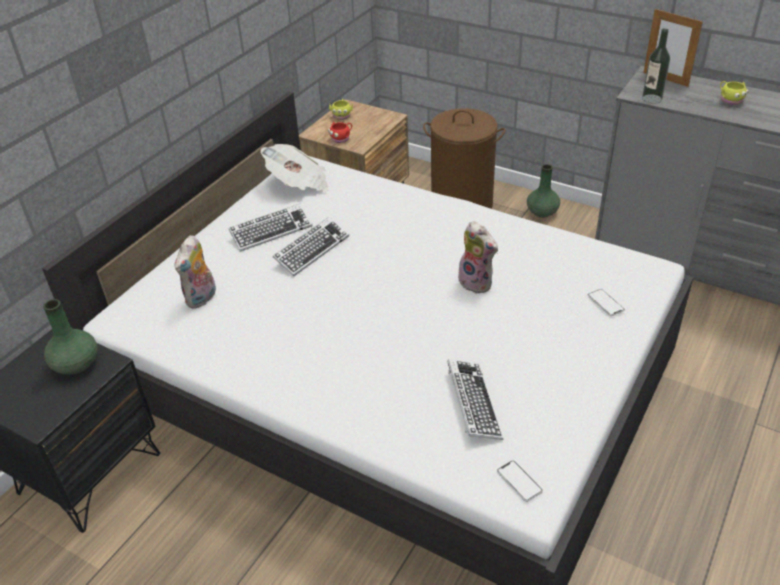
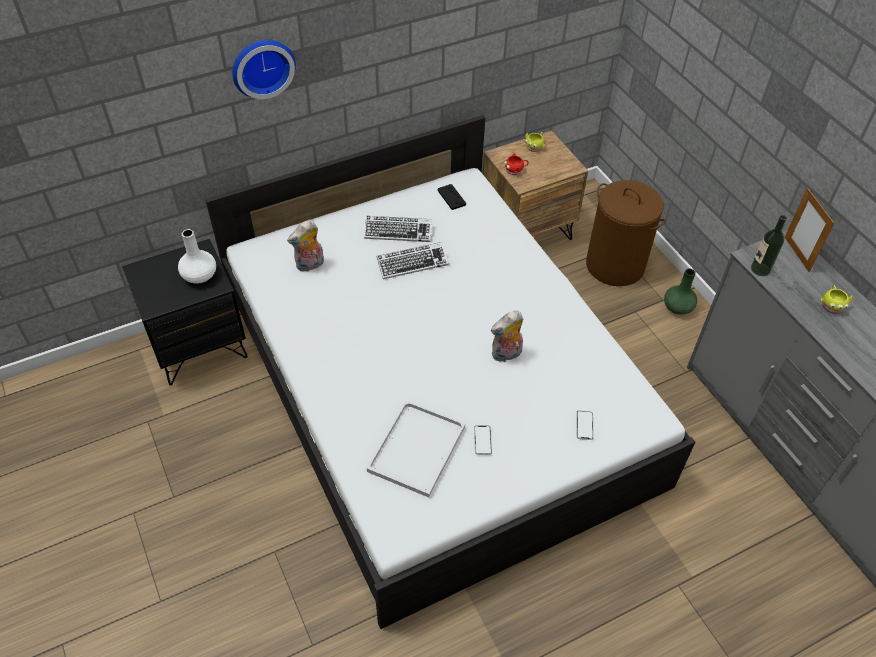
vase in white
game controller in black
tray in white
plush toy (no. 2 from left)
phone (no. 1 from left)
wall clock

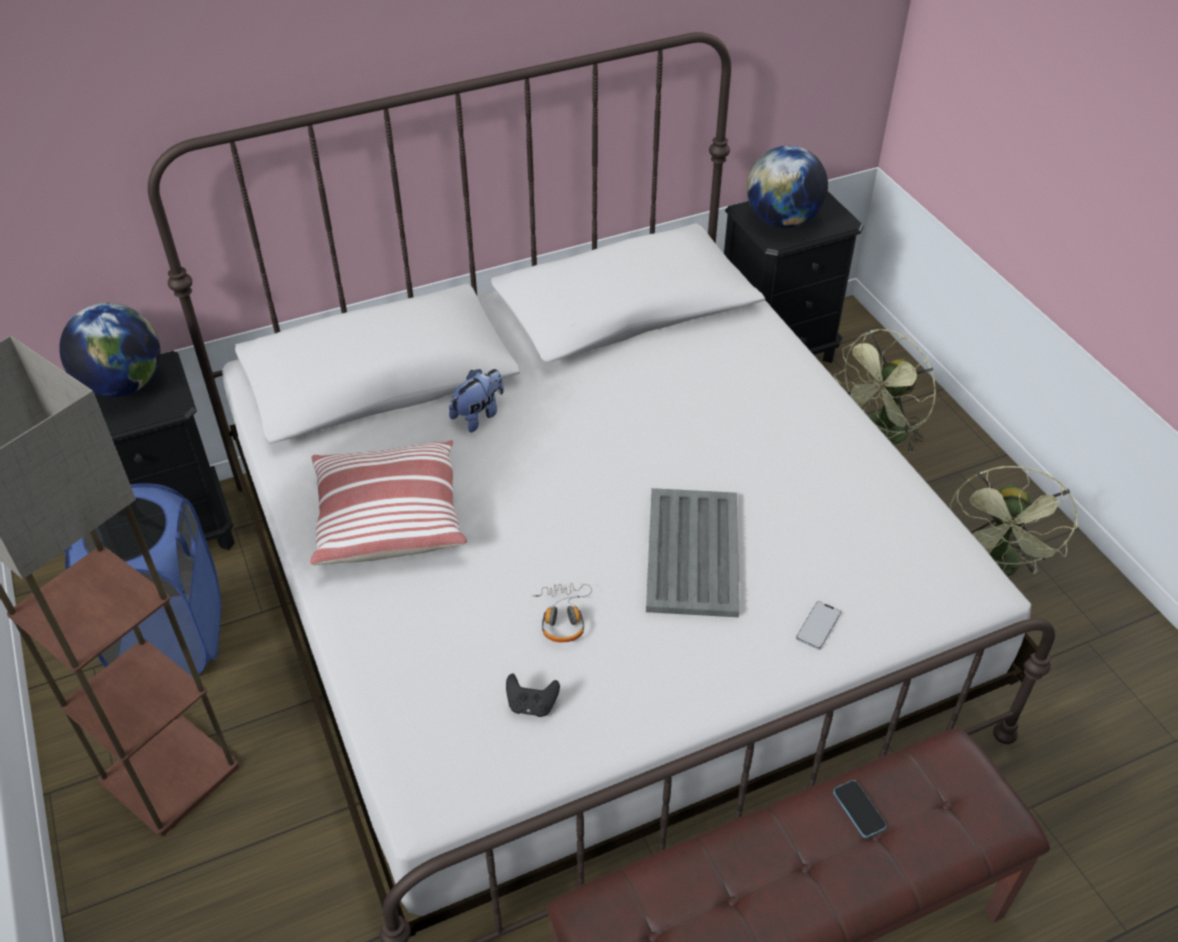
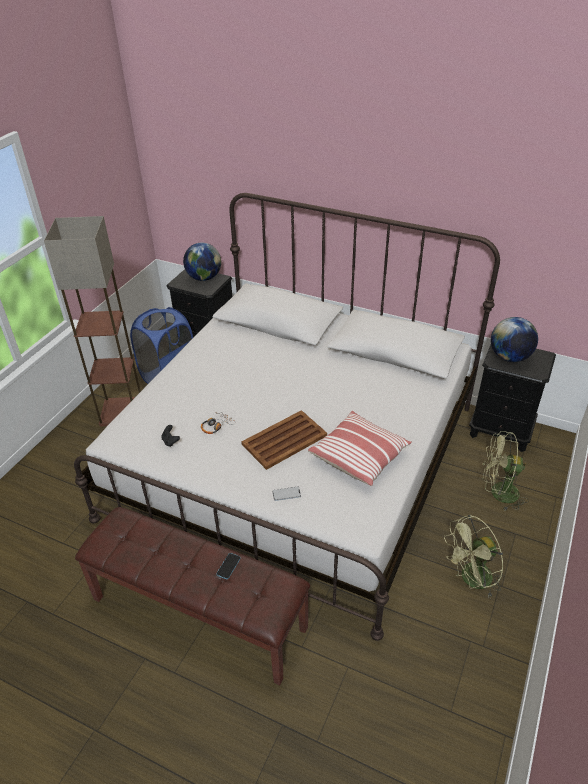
pillow
plush toy
tray in brown

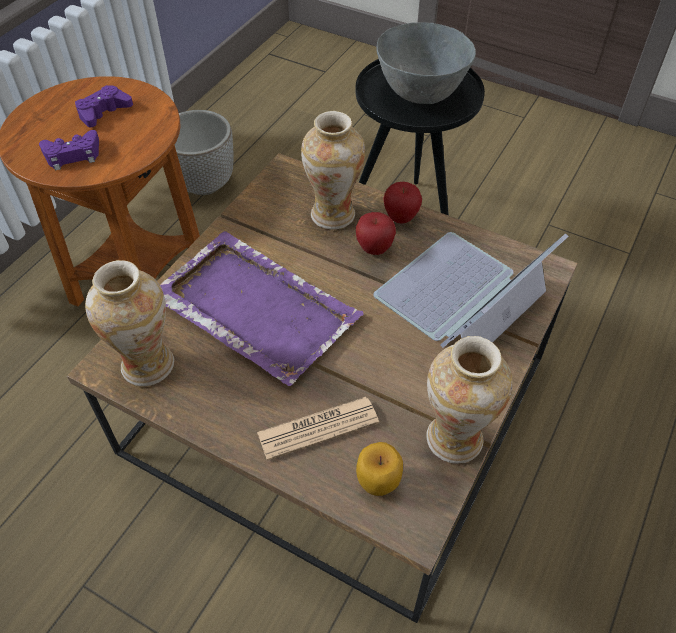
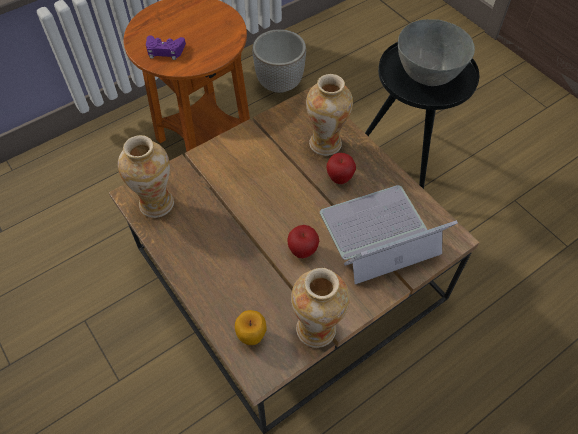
game controller in purple (no. 2 from left in the first image)
tray in purple
newspaper
apple (no. 2 from left)

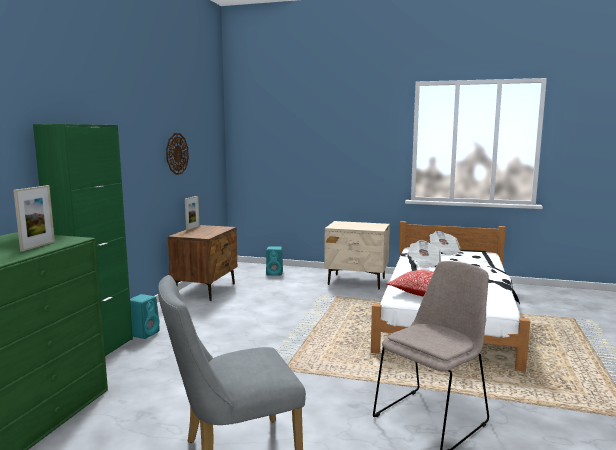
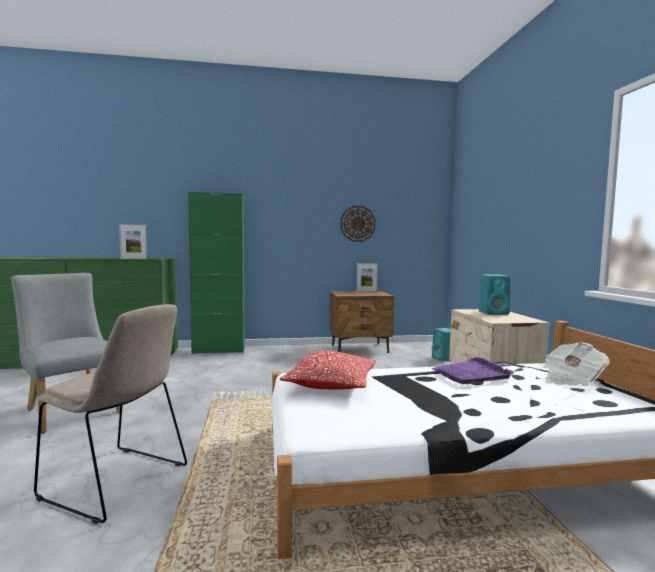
speaker in turquoise (no. 2 from left)
tray in purple

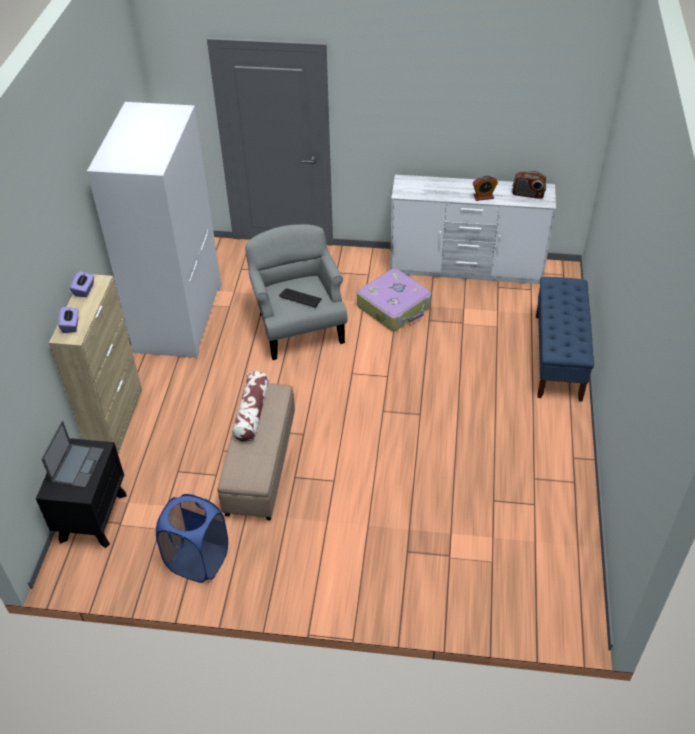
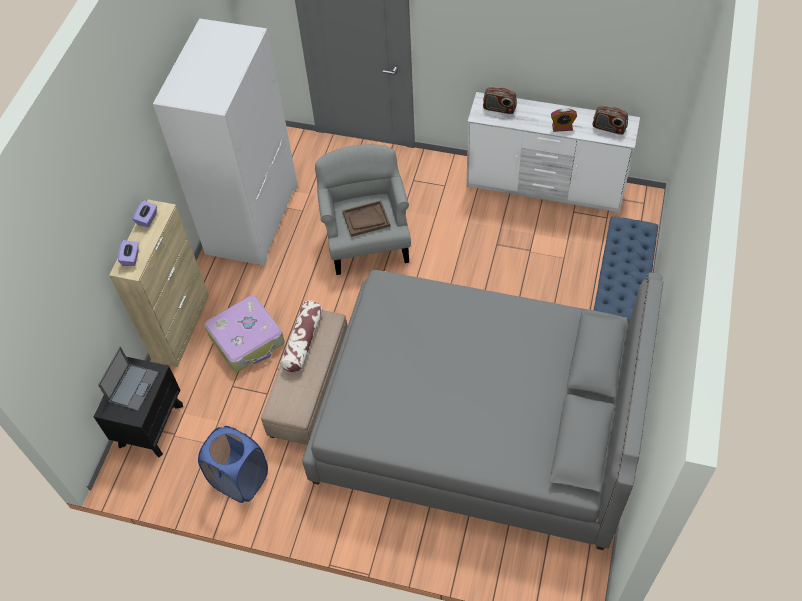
tray in brown
suitcase
bed in grey
radio (no. 1 from left)

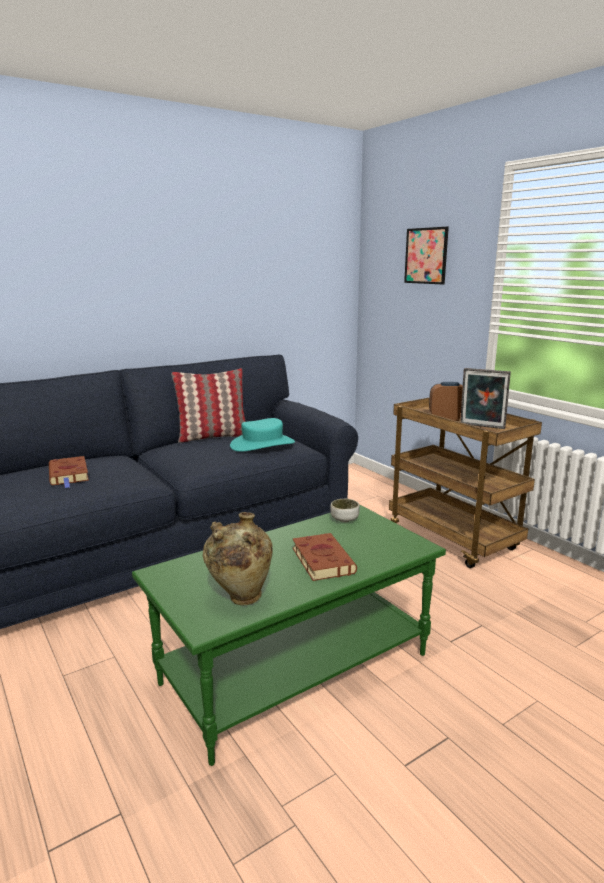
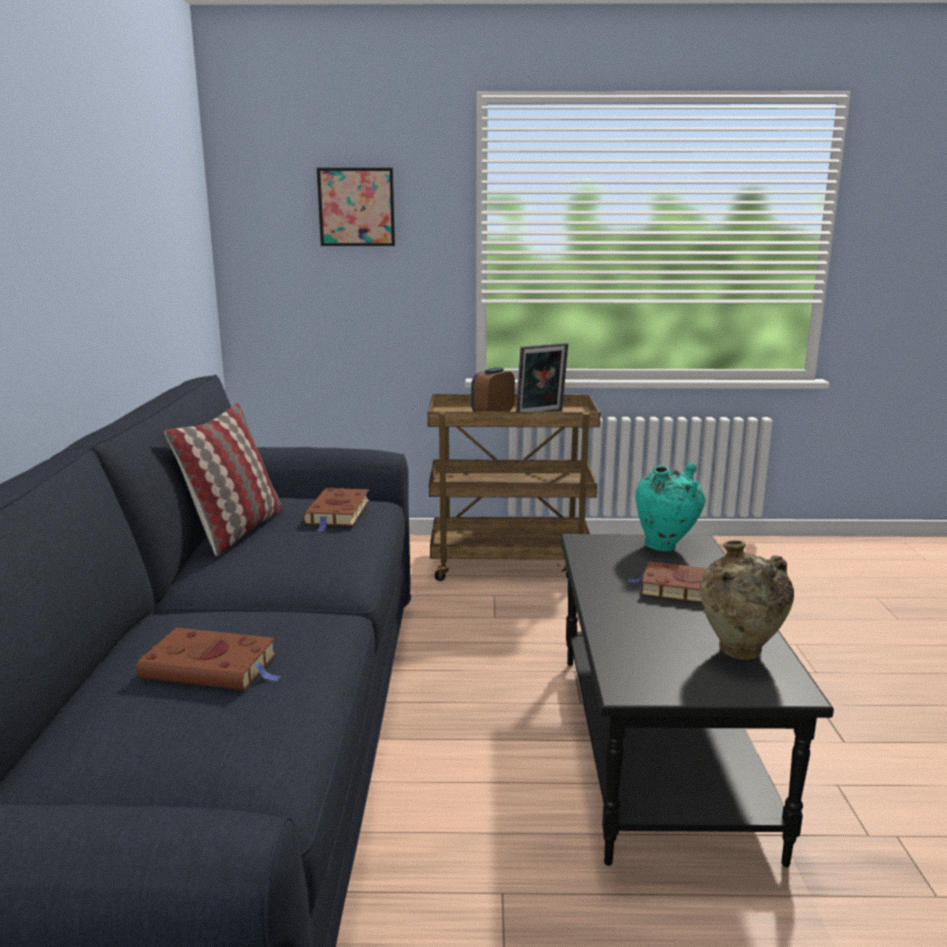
coffee table in black
book in brown (no. 2 from left)
bowl
vase in turquoise

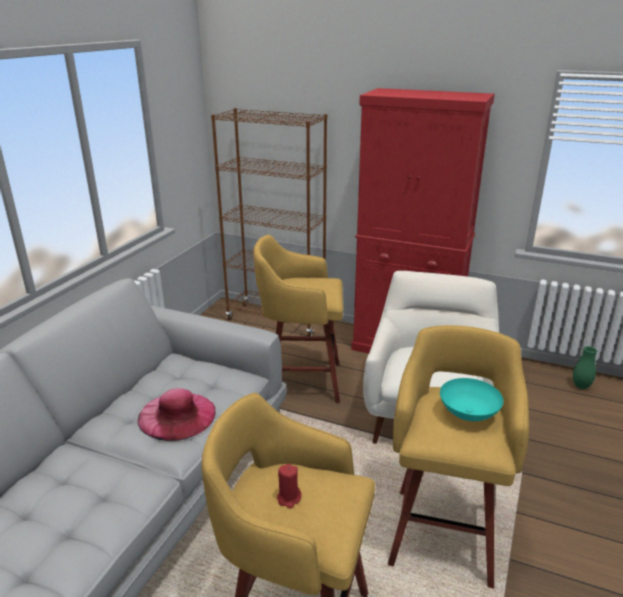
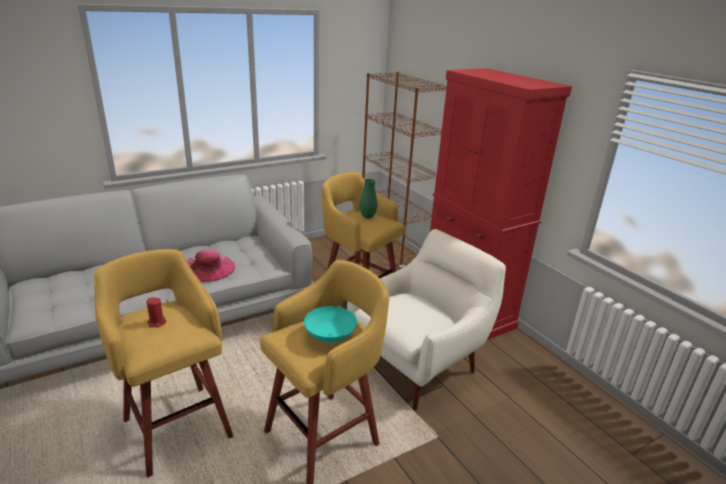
vase in green

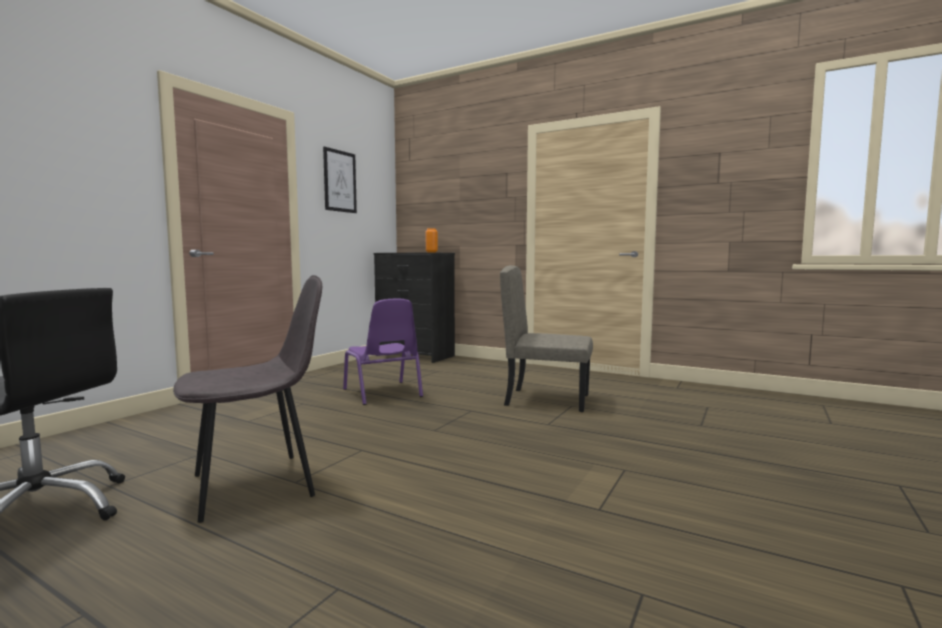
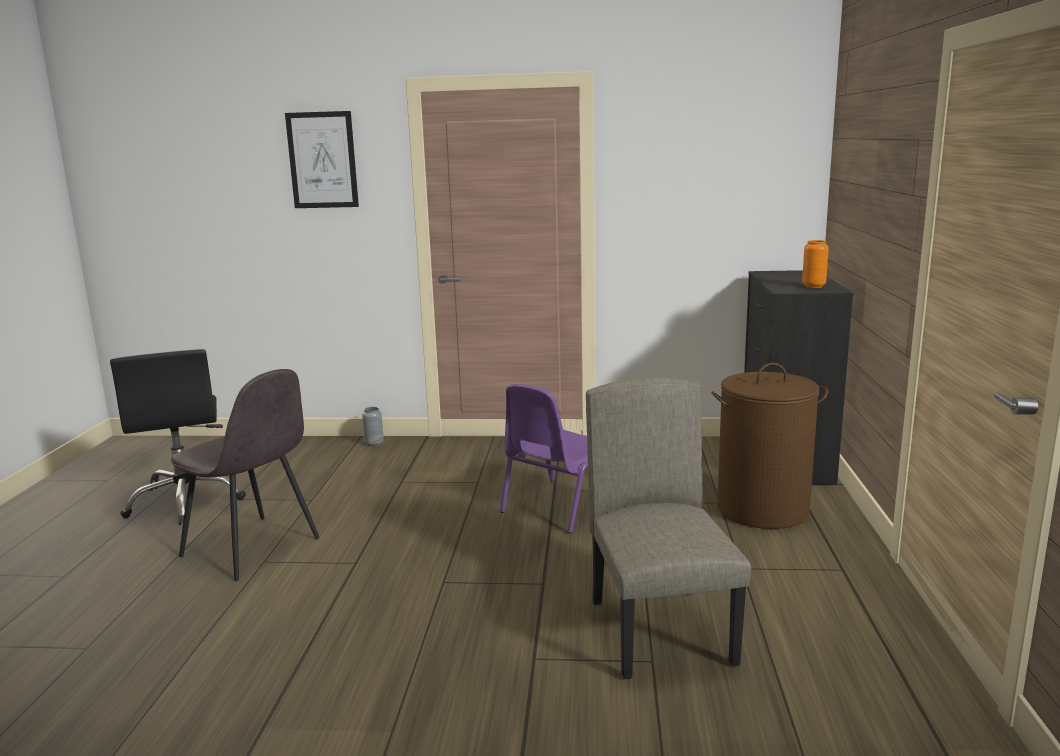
picture
vase in grey
laundry basket in brown

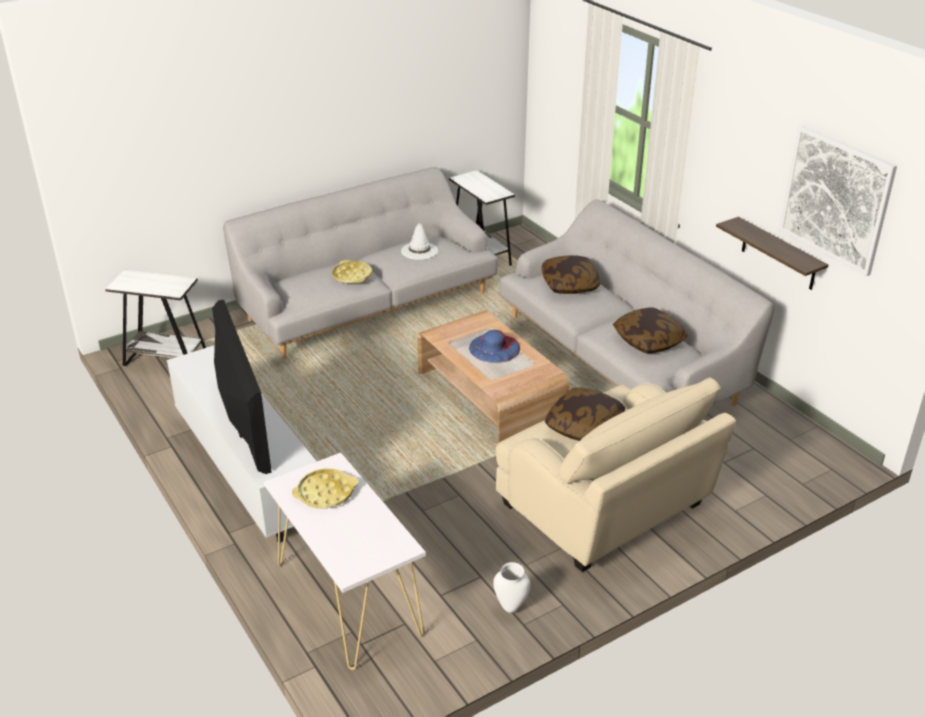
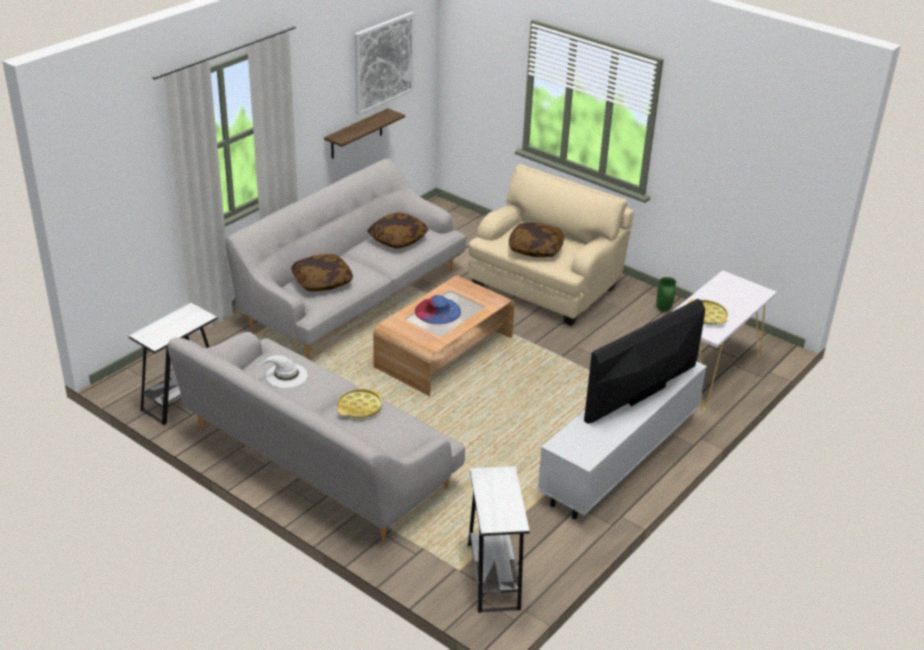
vase in green

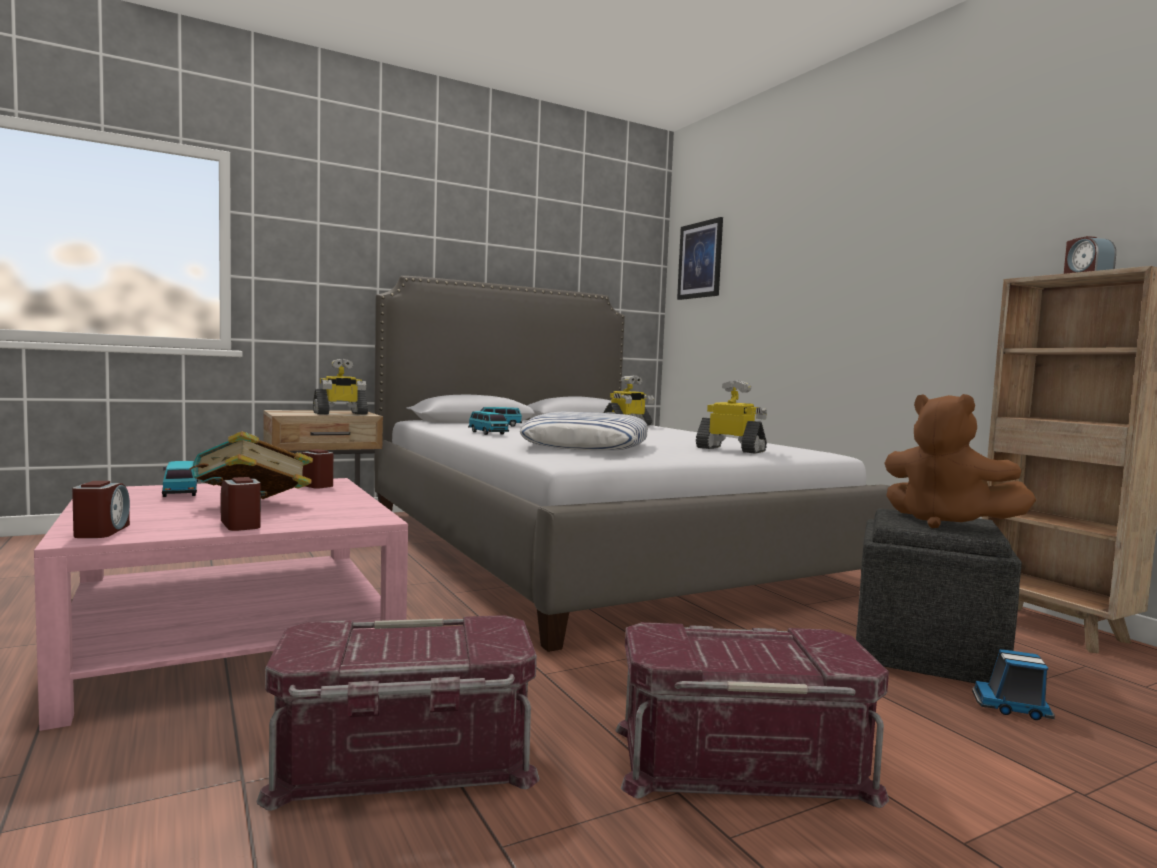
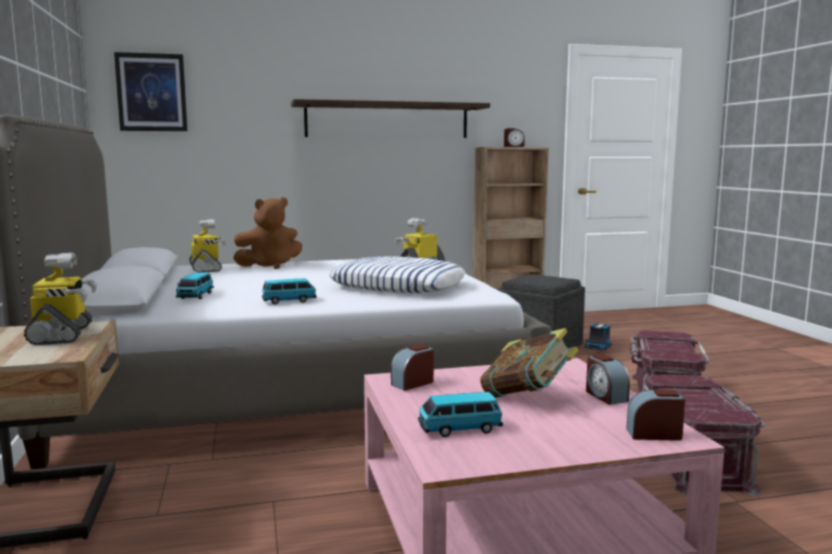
alarm clock (no. 3 from left)
plush toy in brown
shelf

